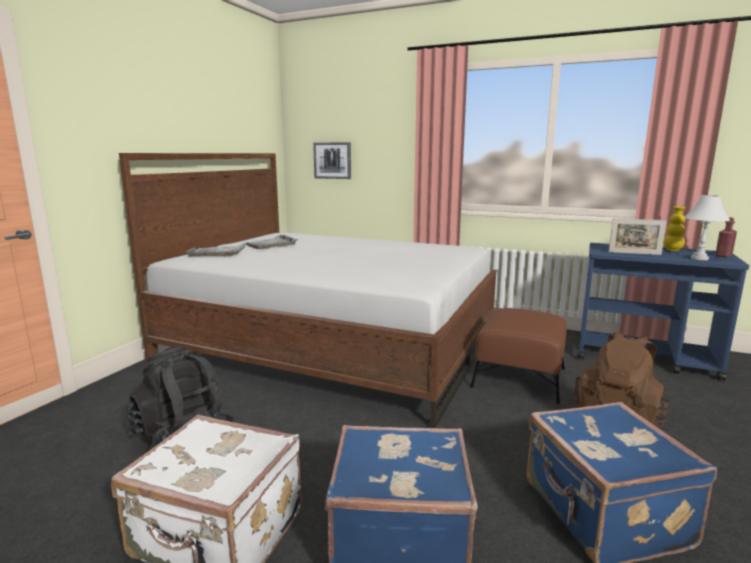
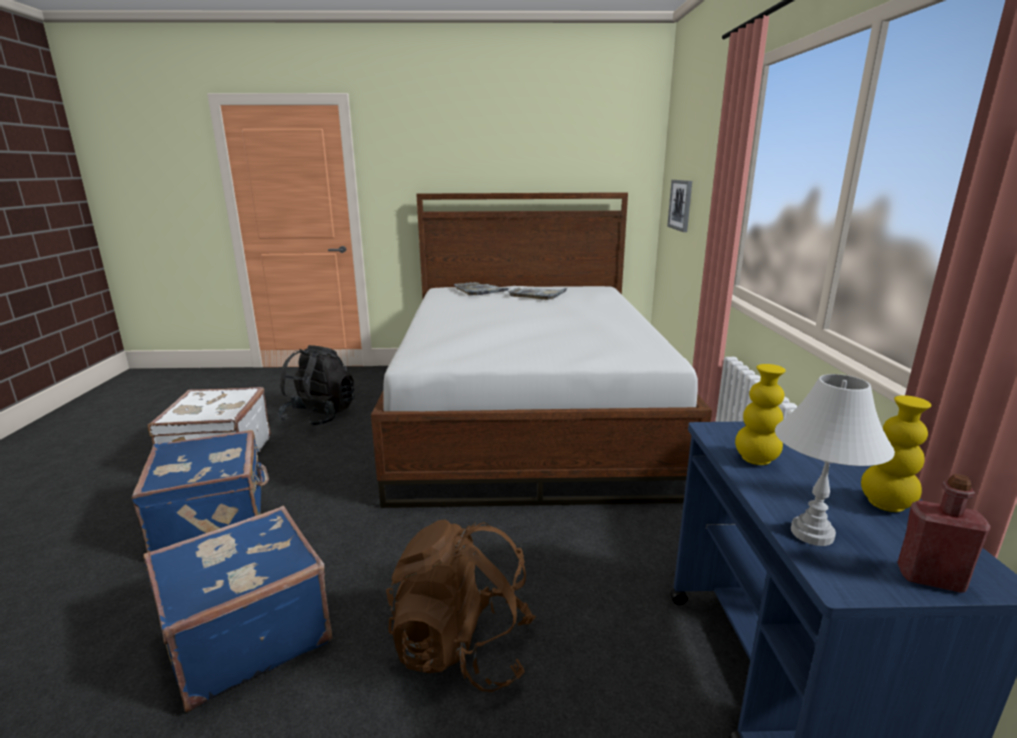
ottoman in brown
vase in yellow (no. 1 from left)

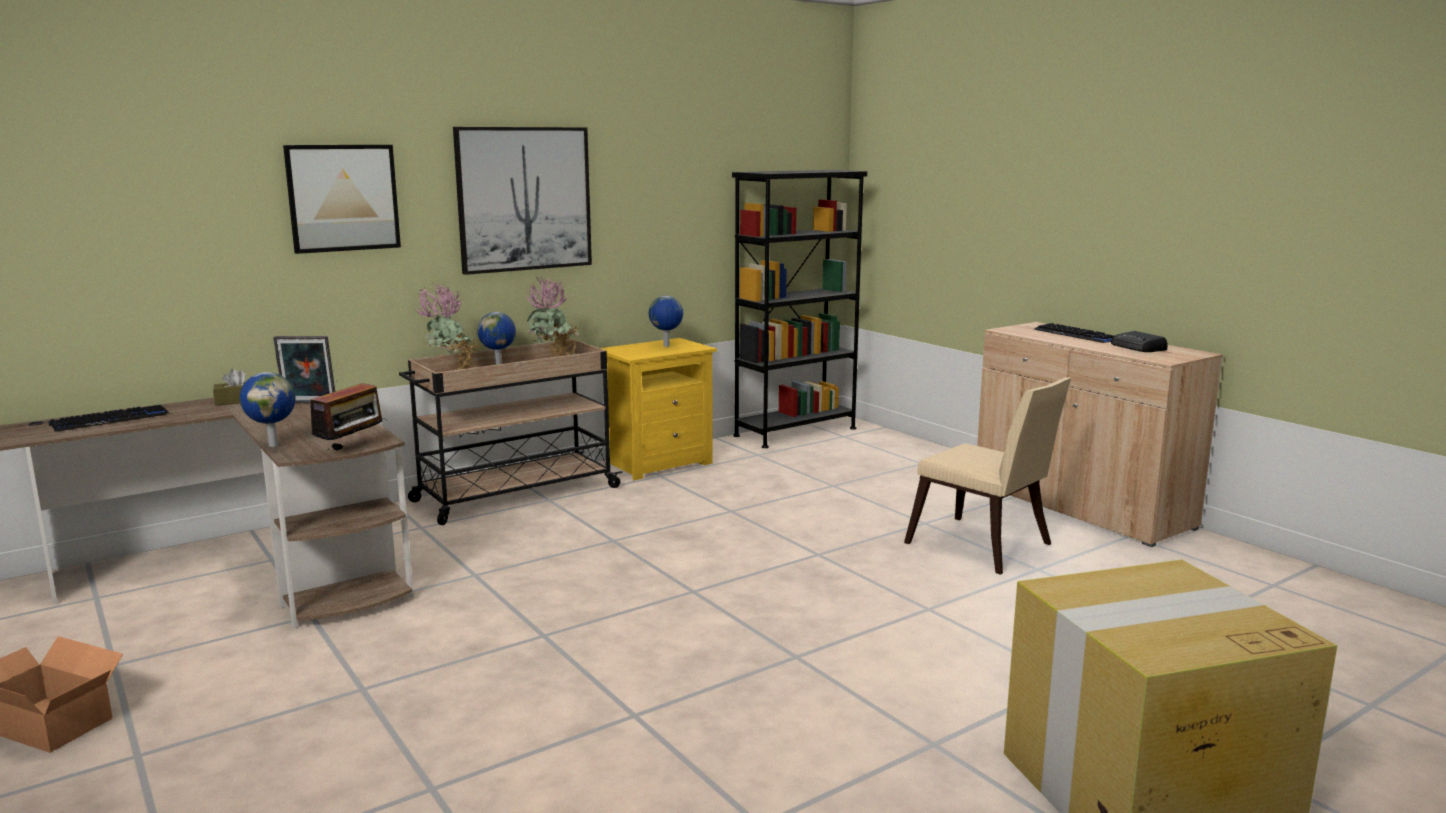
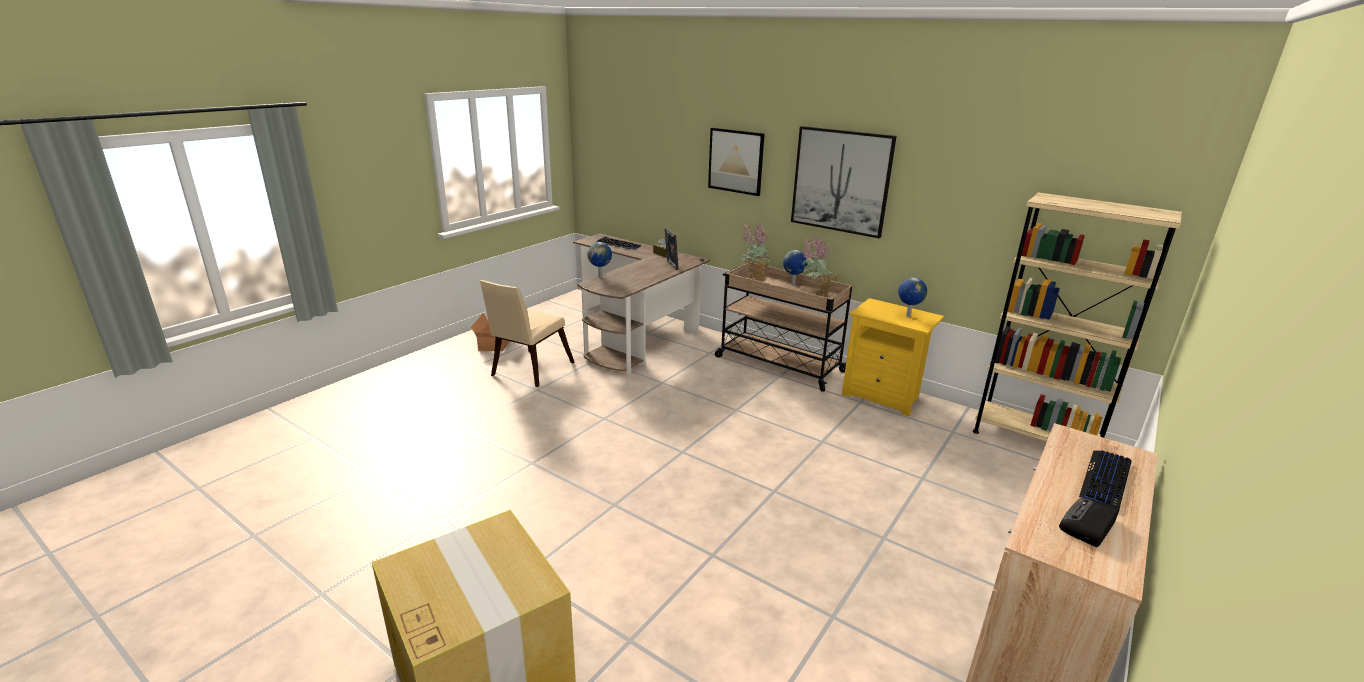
radio (no. 1 from left in the first image)
bookcase in beige
chair in beige

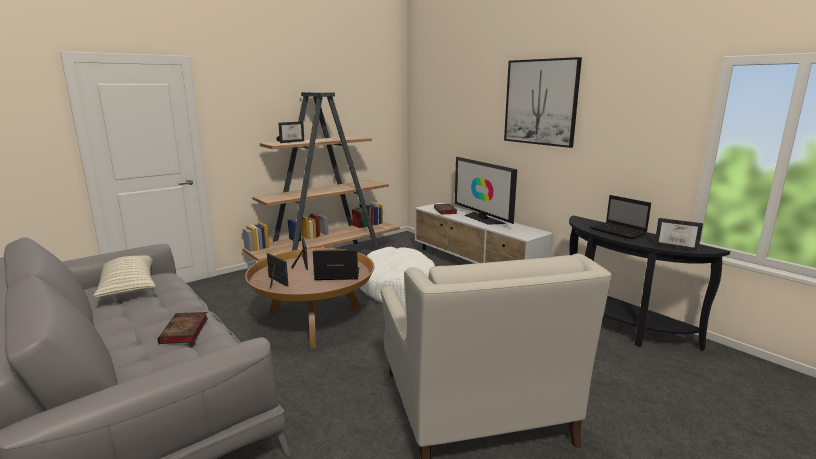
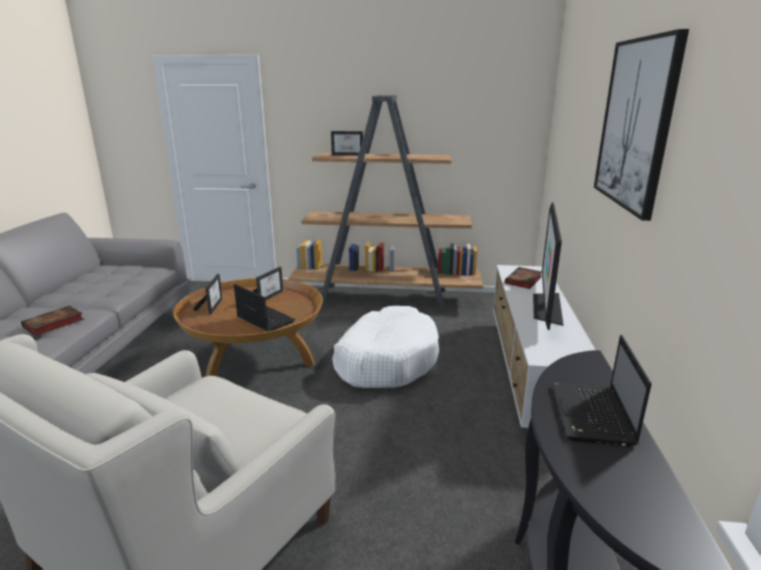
pillow
picture frame (no. 4 from left in the first image)

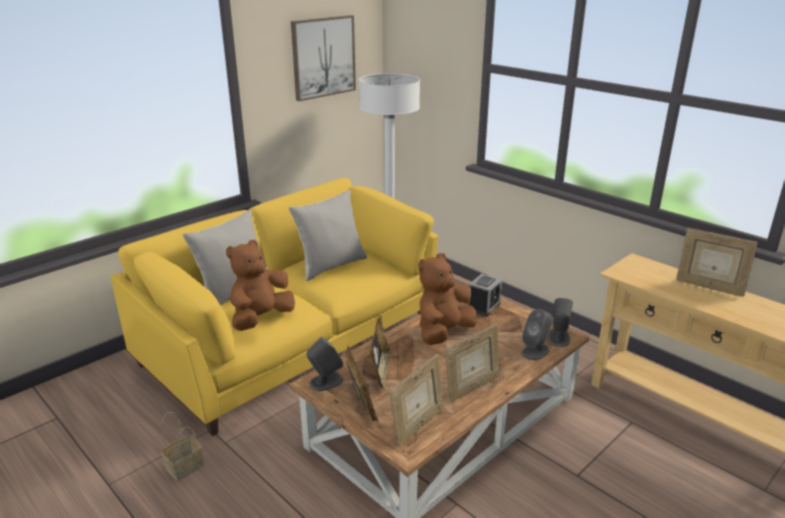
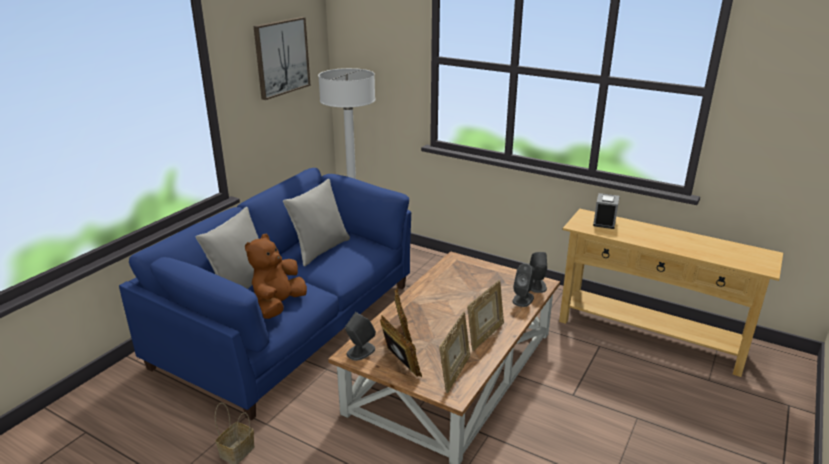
sofa in blue
plush toy in brown (no. 2 from left in the first image)
alarm clock
picture frame (no. 5 from left in the first image)

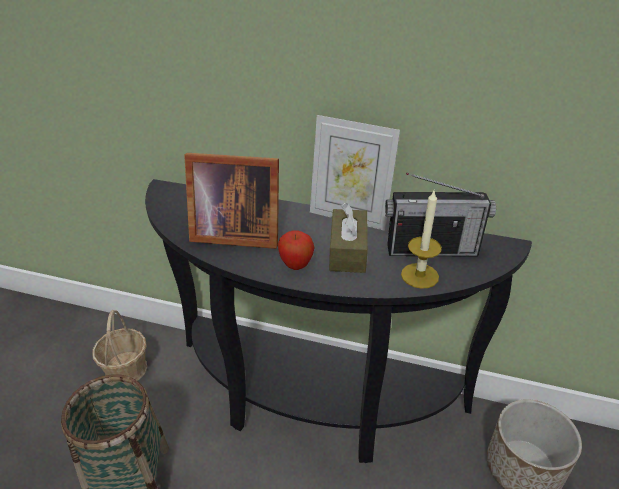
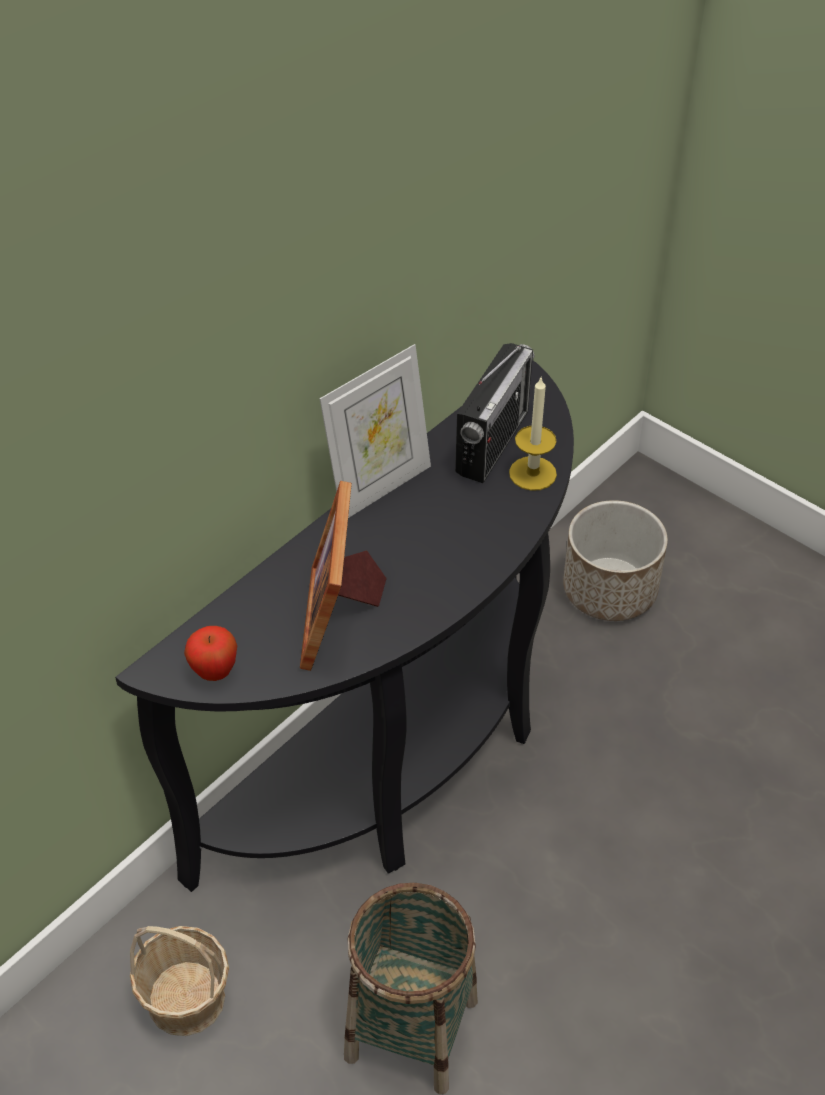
picture frame (no. 1 from left)
apple
tissue box in brown

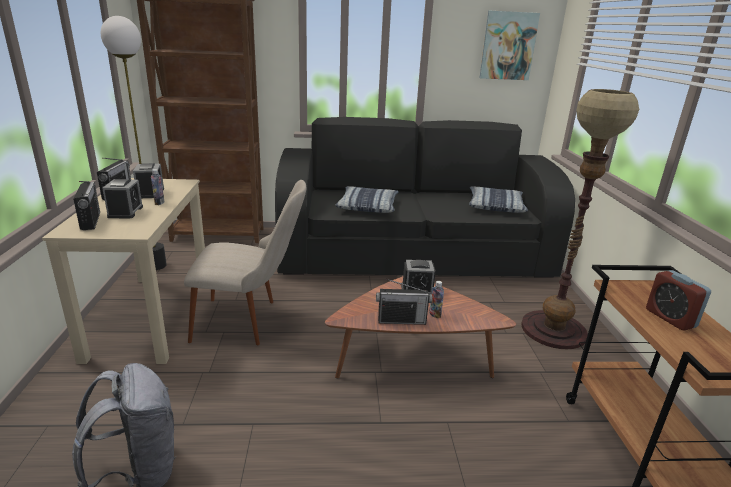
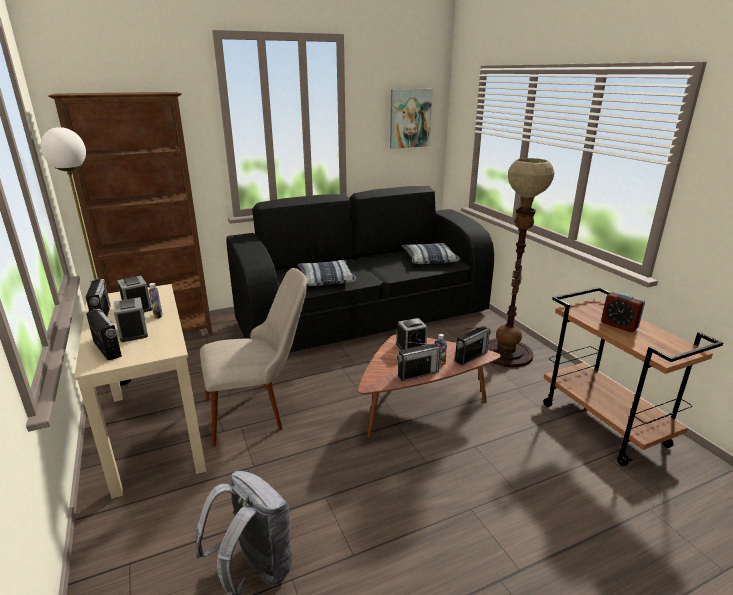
radio (no. 4 from left)

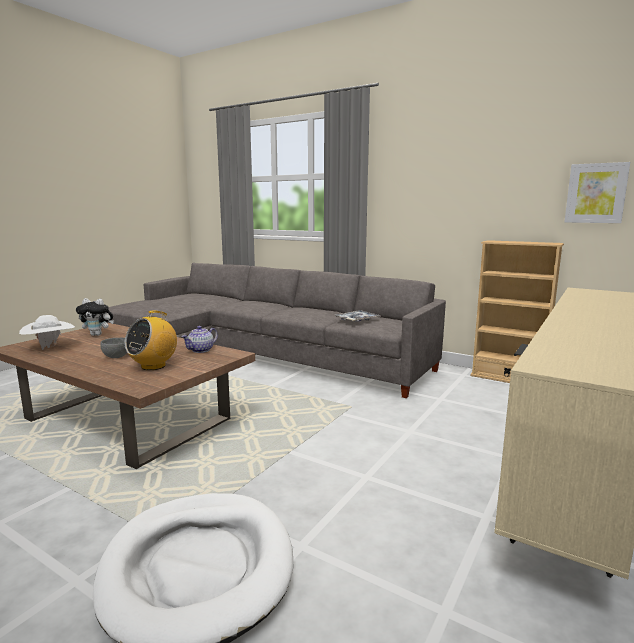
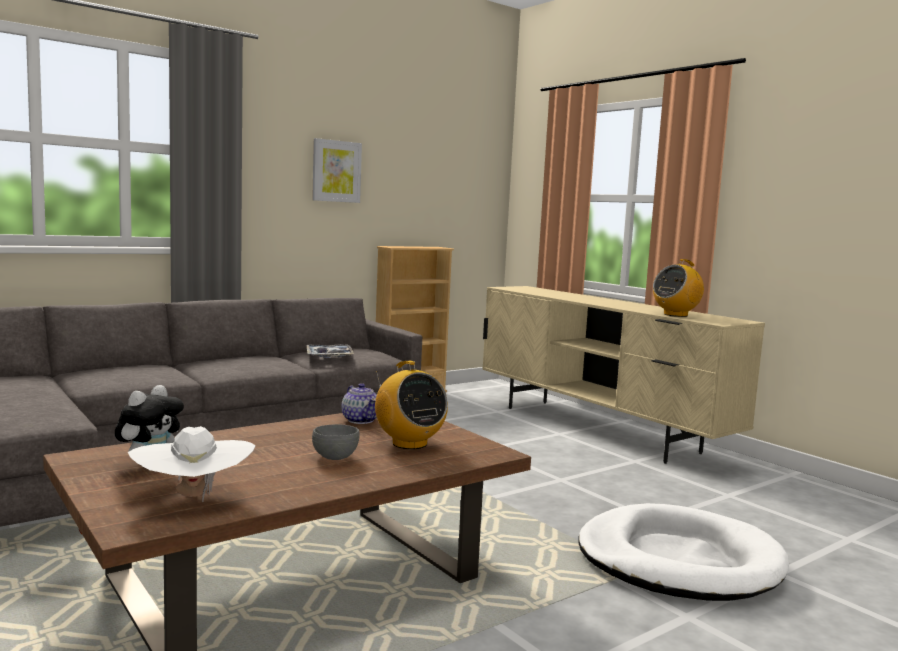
picture
radio (no. 2 from left)

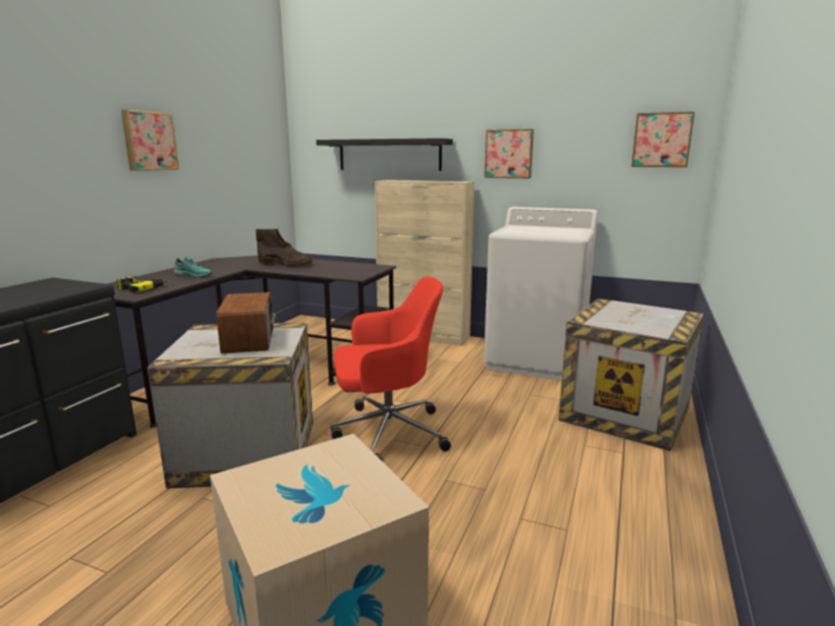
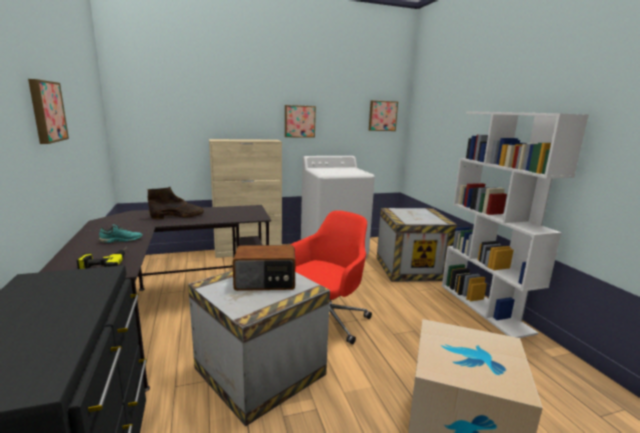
radio
shelf in black
bookcase in white

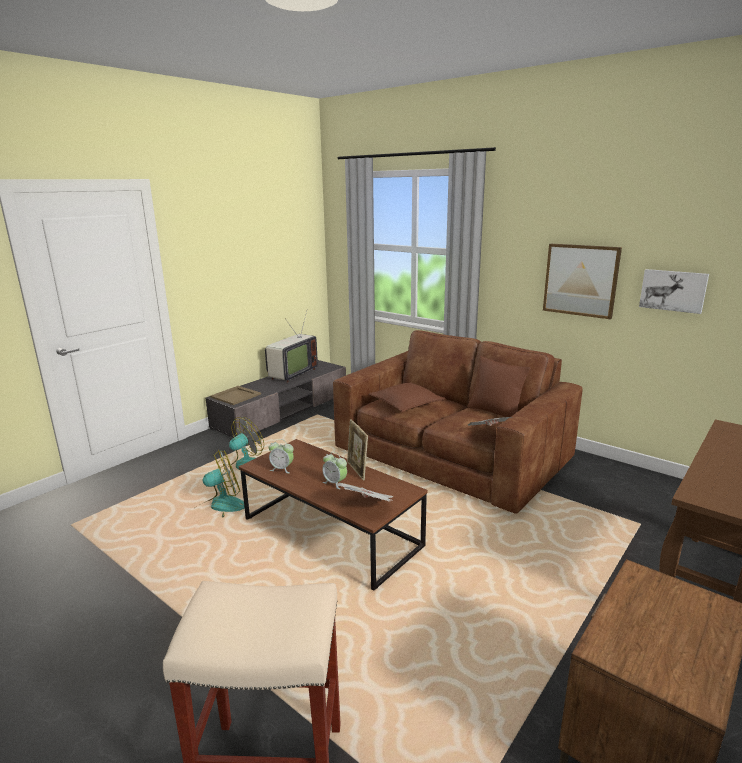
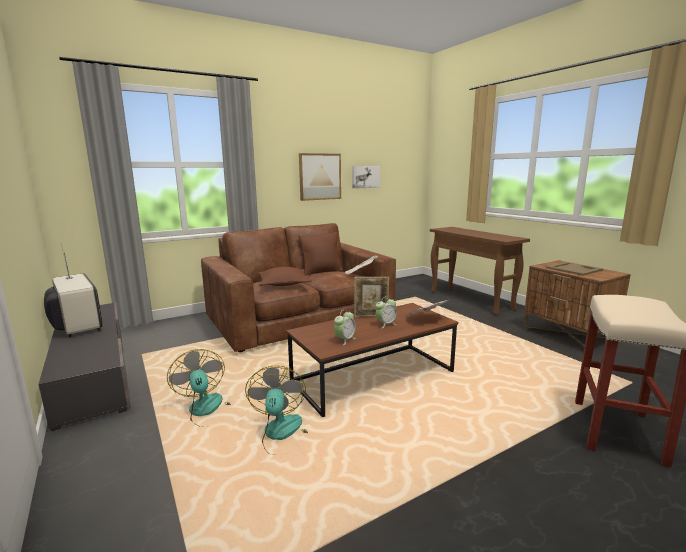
tray in beige

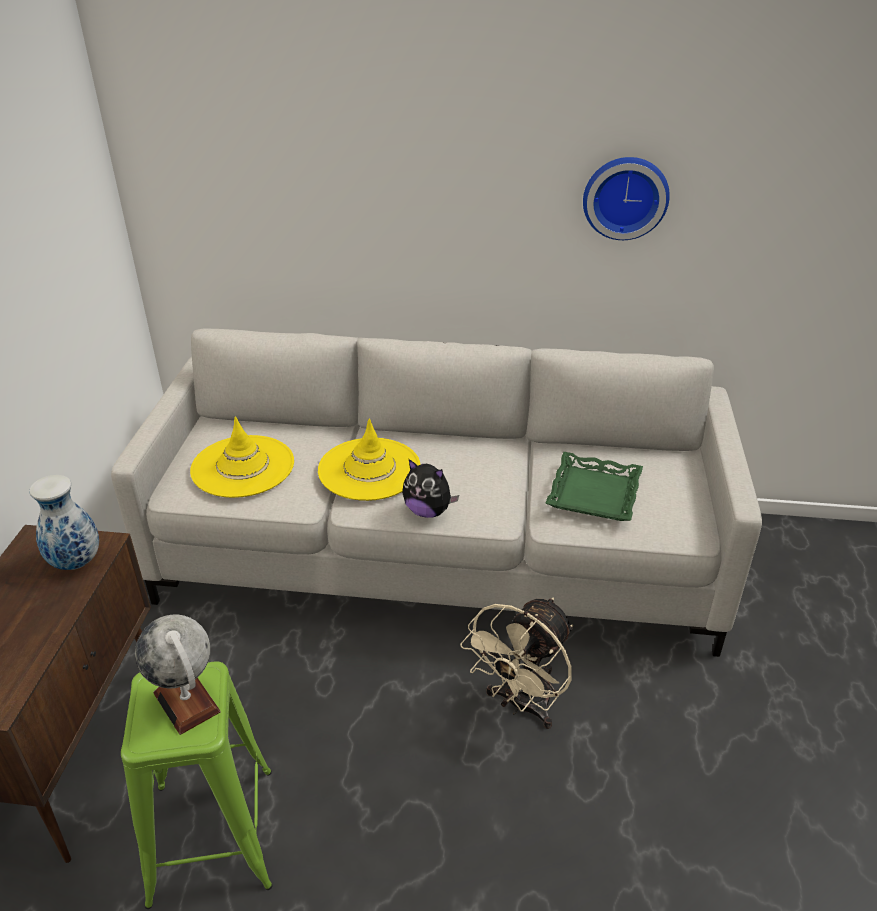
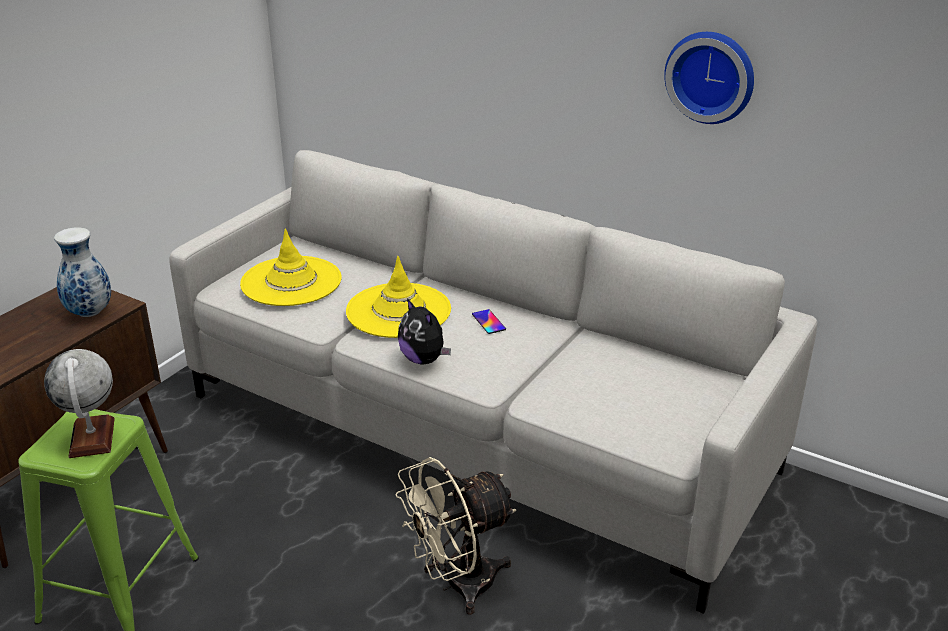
tray in green
phone

